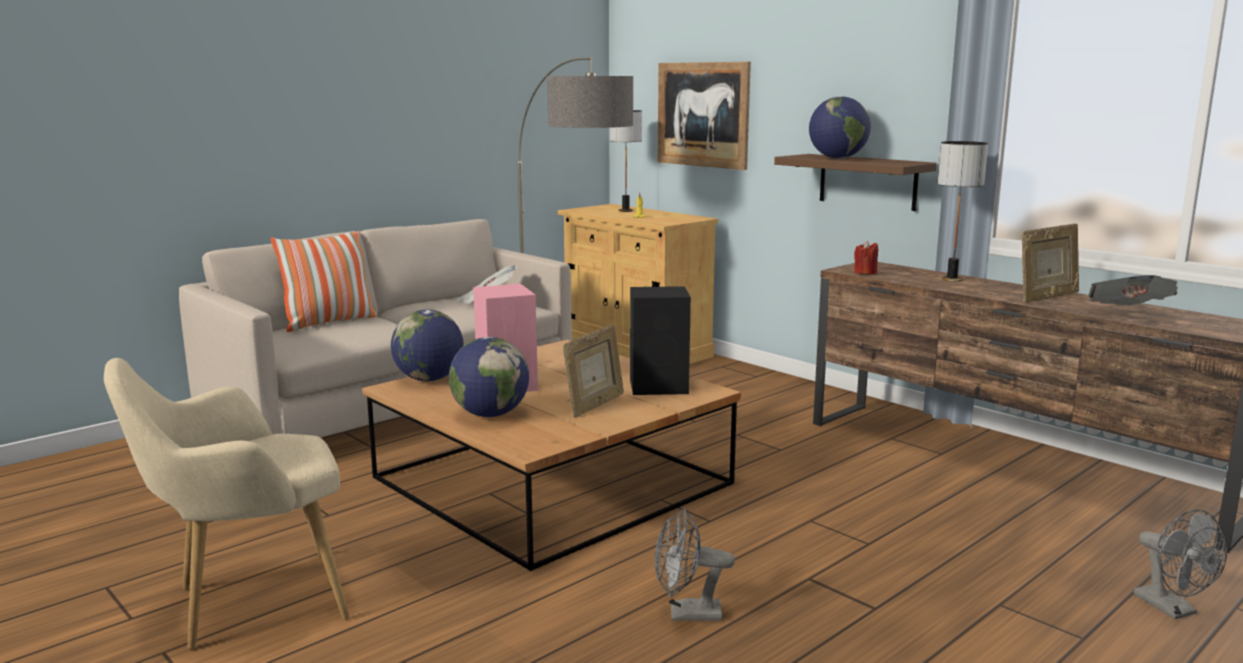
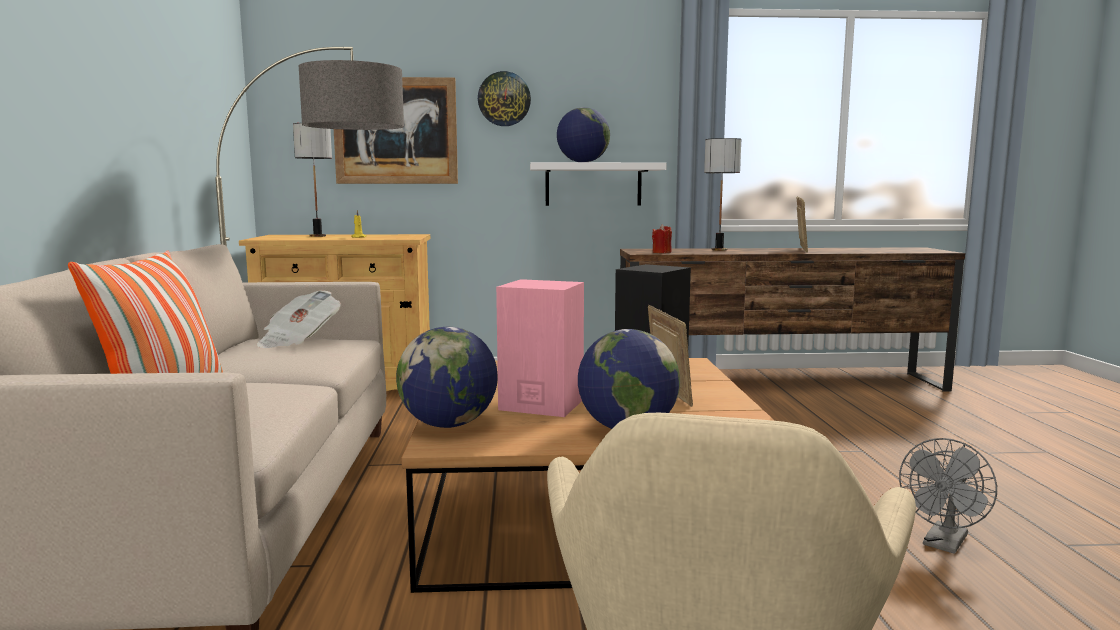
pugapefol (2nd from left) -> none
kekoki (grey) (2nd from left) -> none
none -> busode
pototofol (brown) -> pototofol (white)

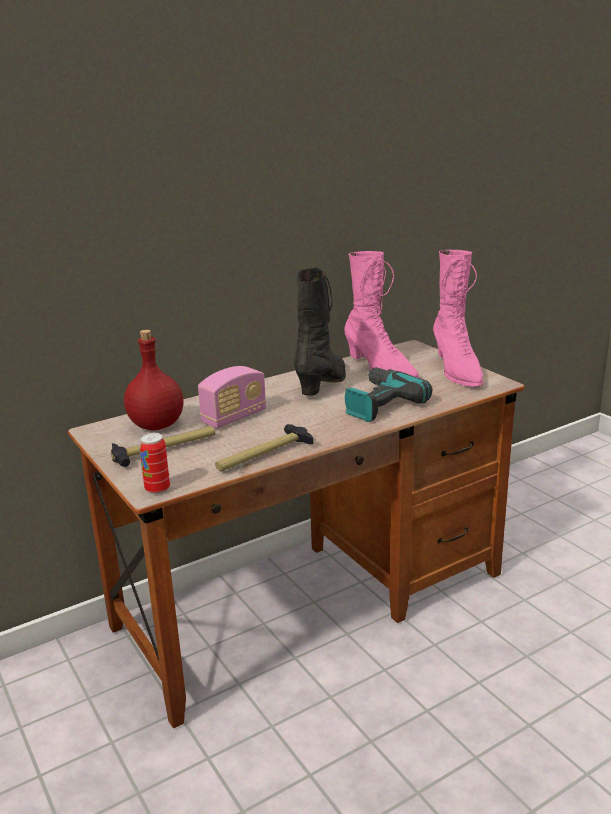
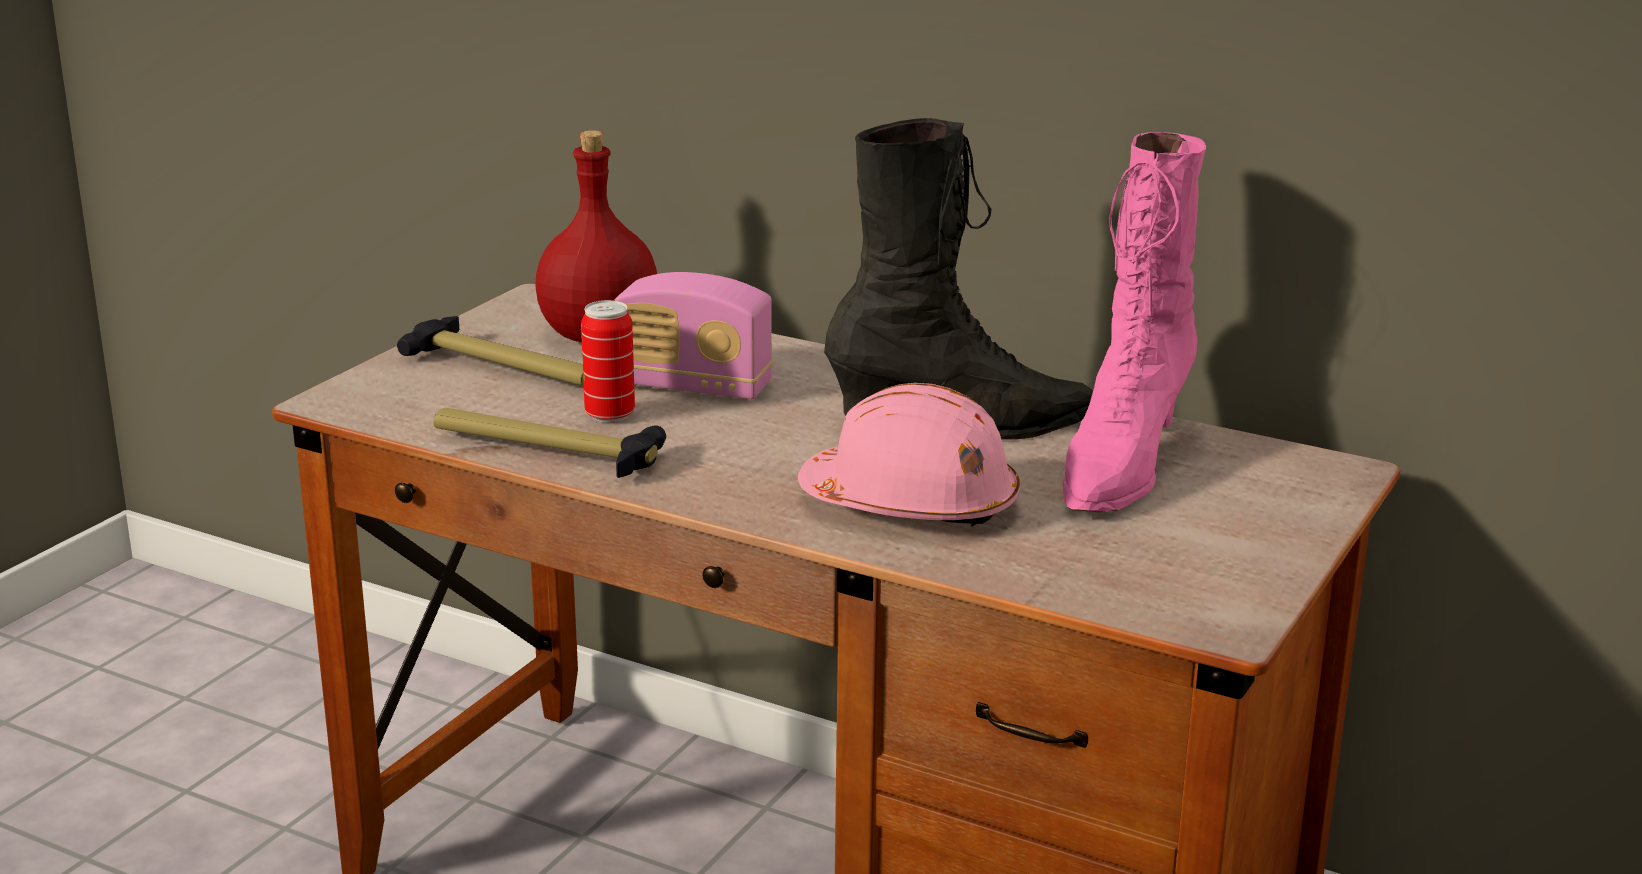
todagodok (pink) (2nd from left) -> none
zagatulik, moved
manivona -> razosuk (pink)

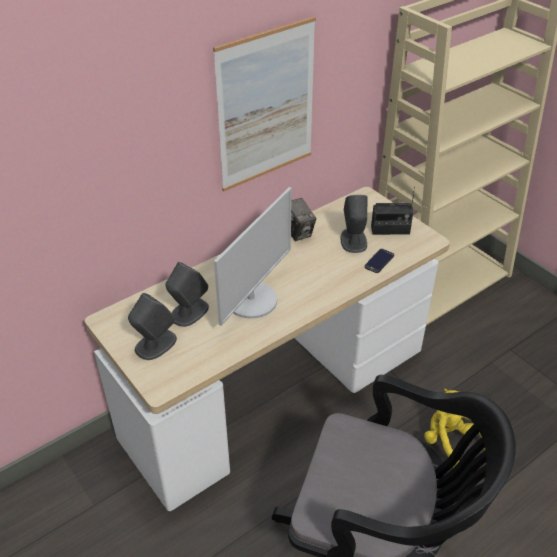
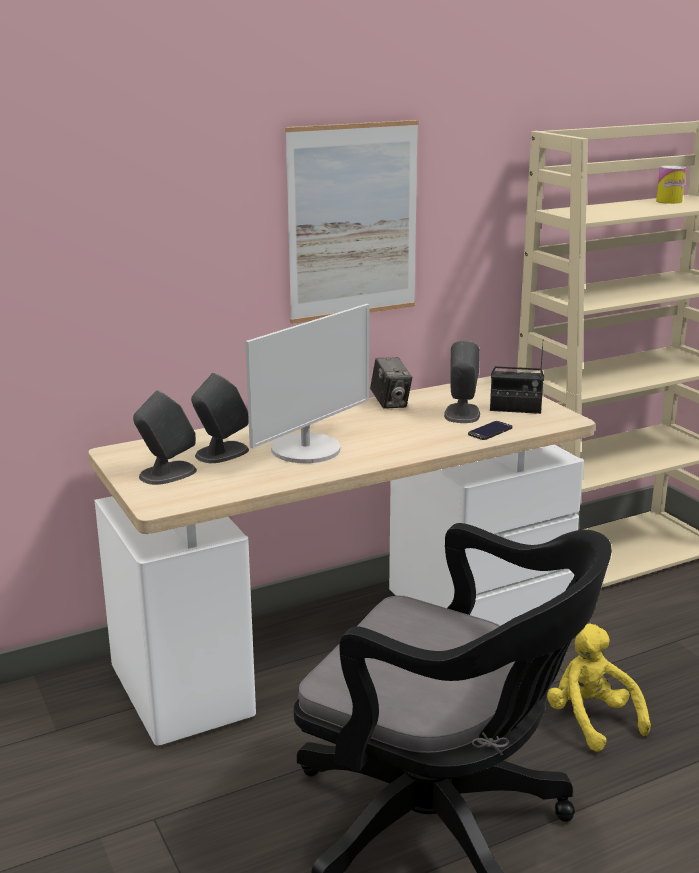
none -> zagatulik

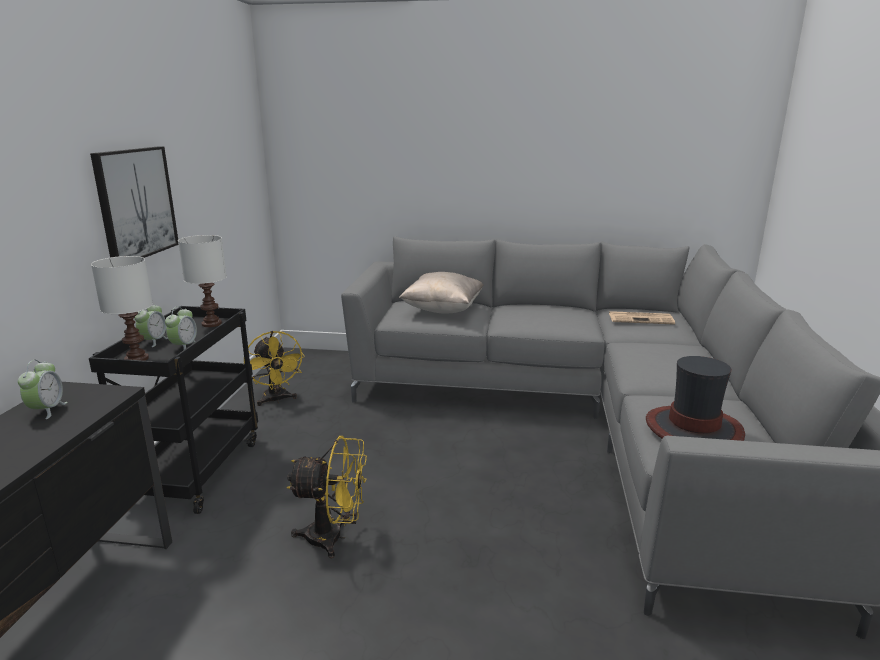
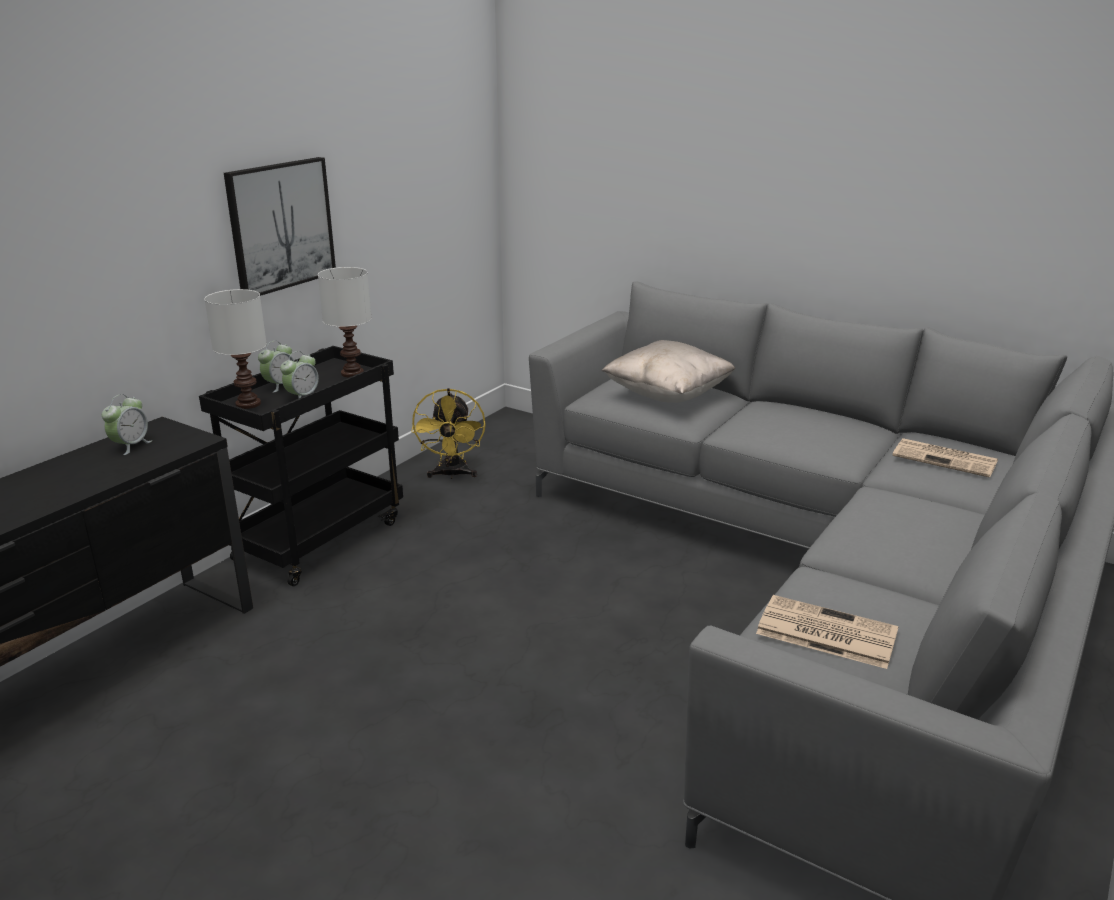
kekoki (yellow) (2nd from left) -> none
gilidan -> pugapefol (1st from left)

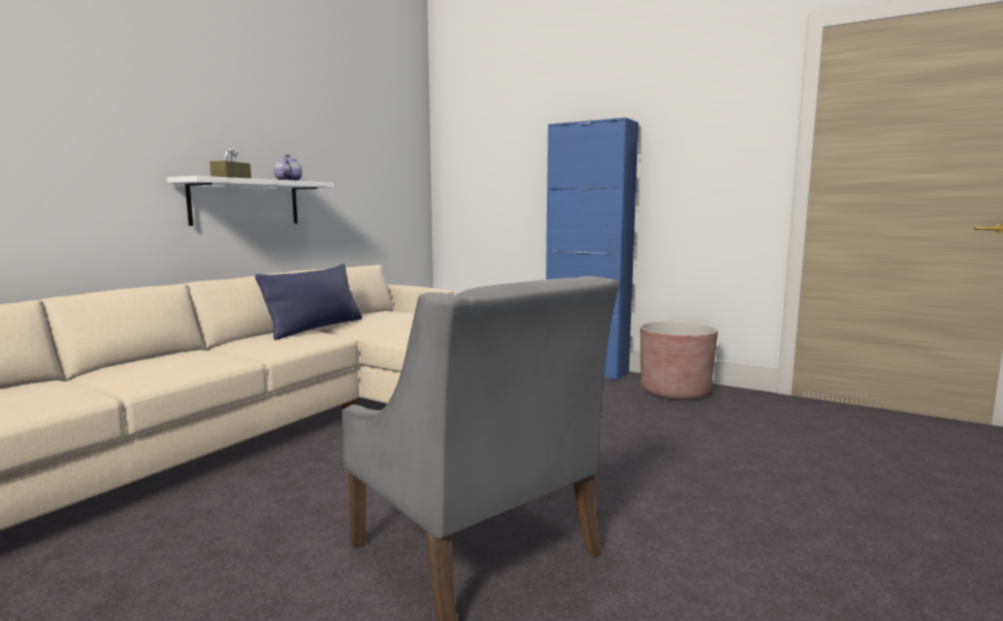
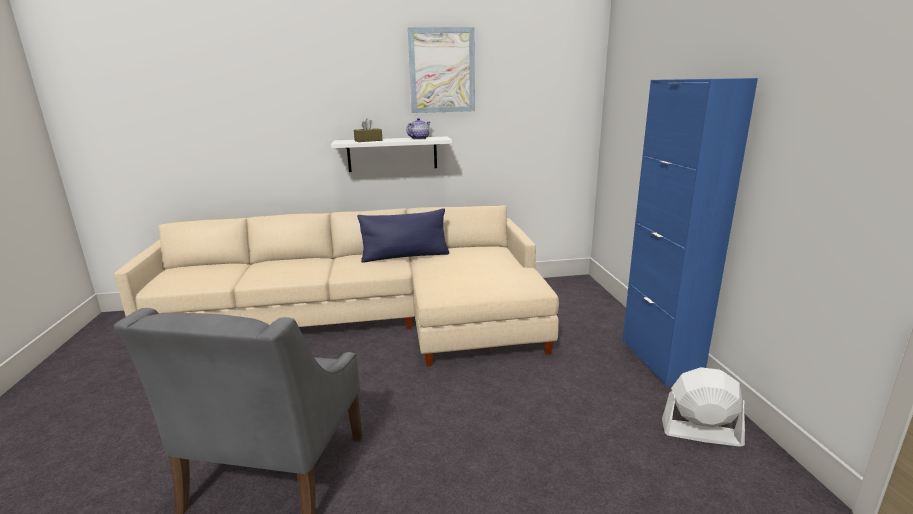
none -> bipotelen
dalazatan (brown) -> kekoki (white)

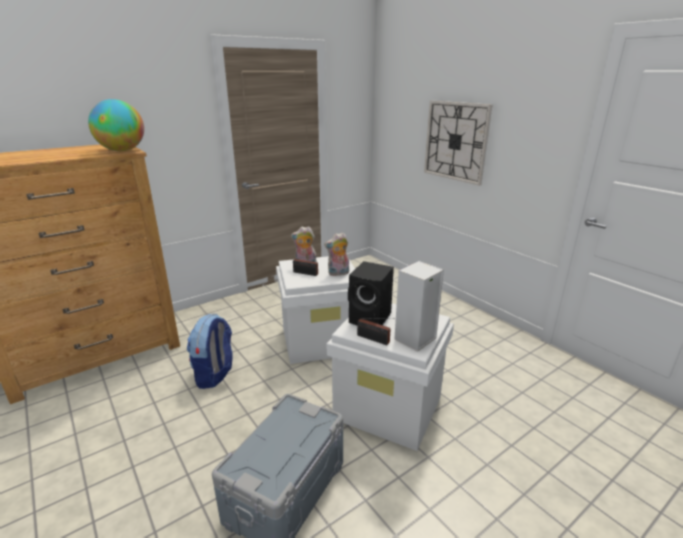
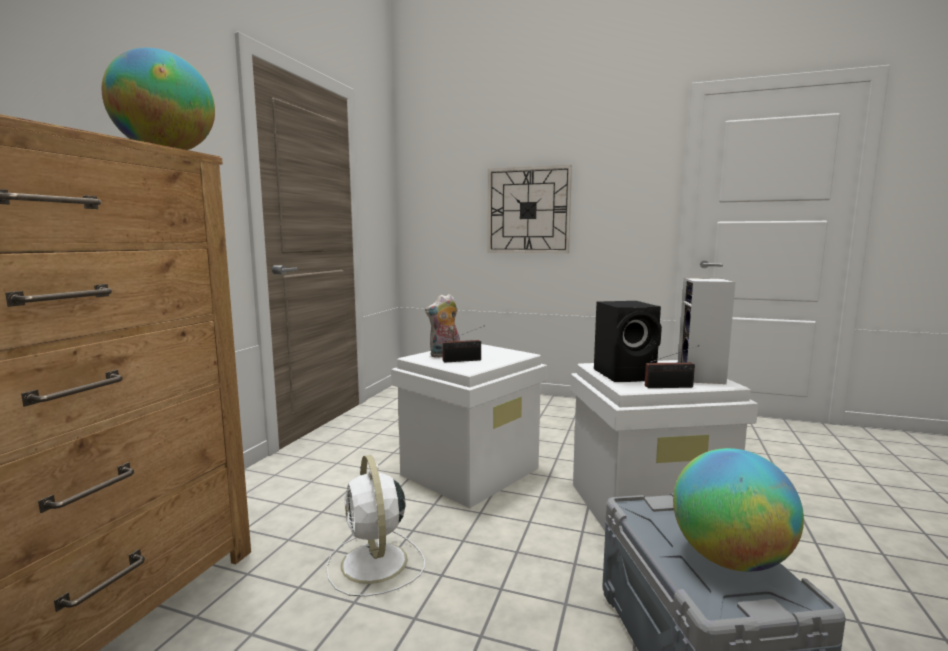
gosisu (2nd from left) -> none
none -> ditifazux (2nd from left)
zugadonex -> kekoki (white)

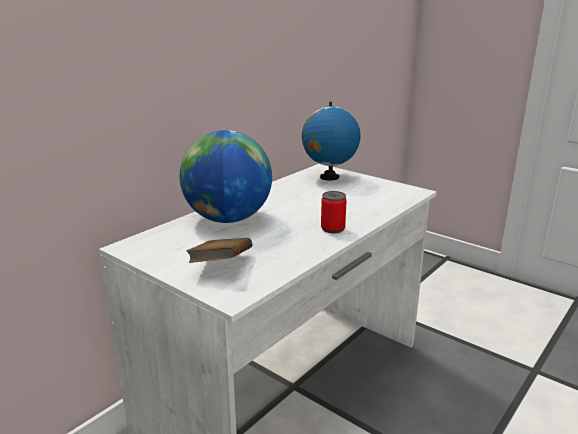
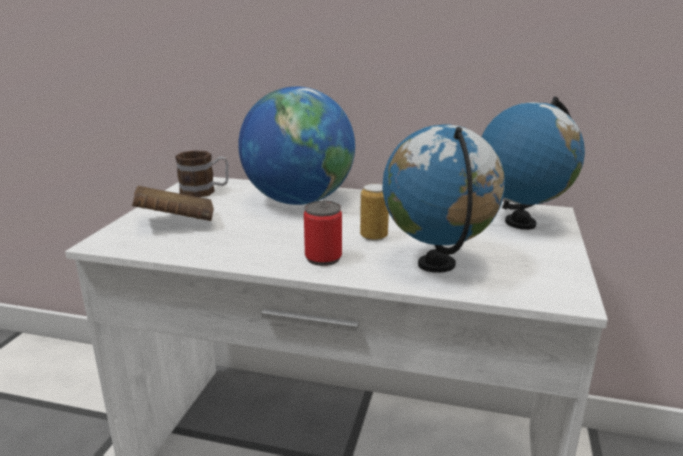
none -> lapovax
none -> zagatulik (2nd from left)
none -> ditifazux (2nd from left)

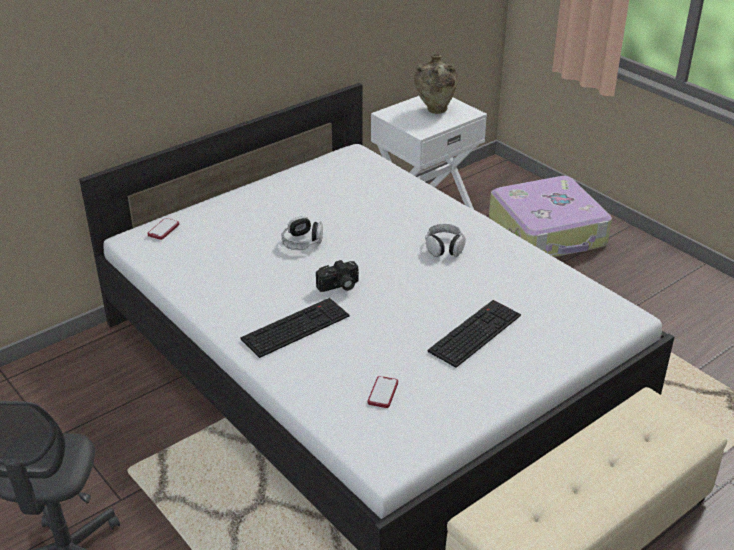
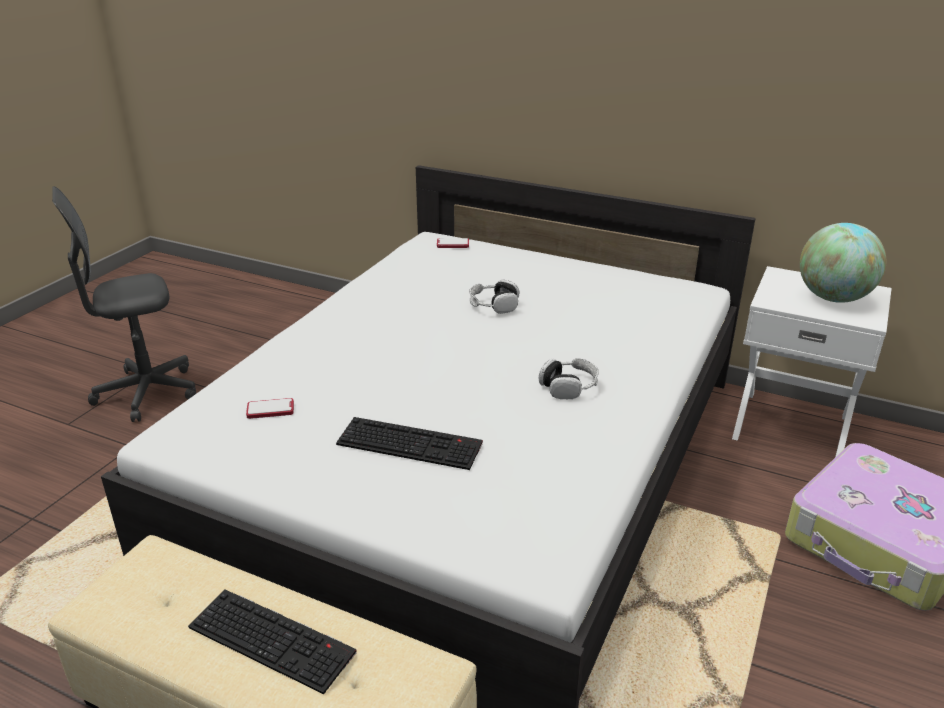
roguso -> none
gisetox (1st from left), moved
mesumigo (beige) -> ditifazux

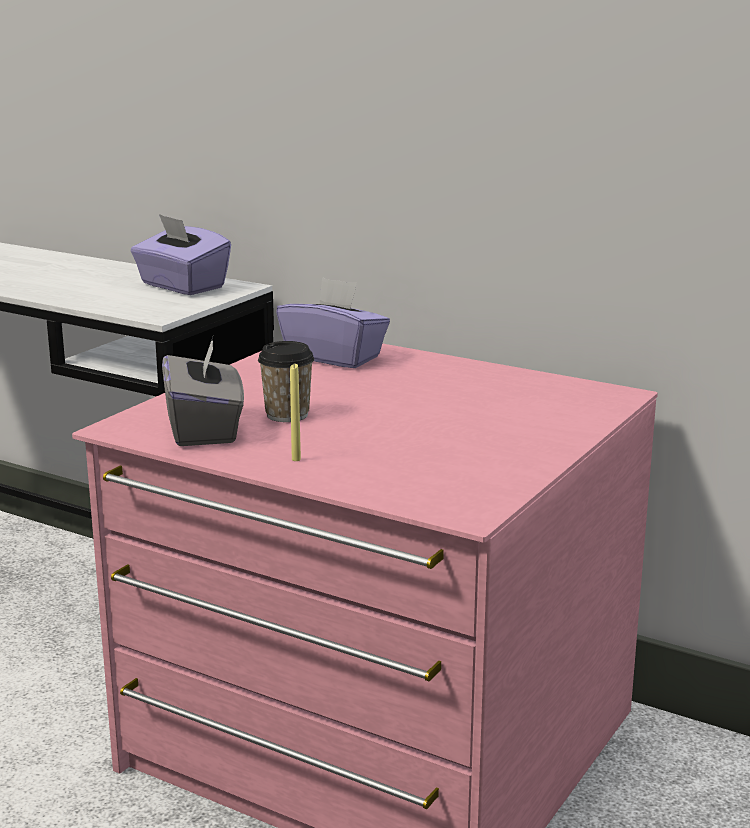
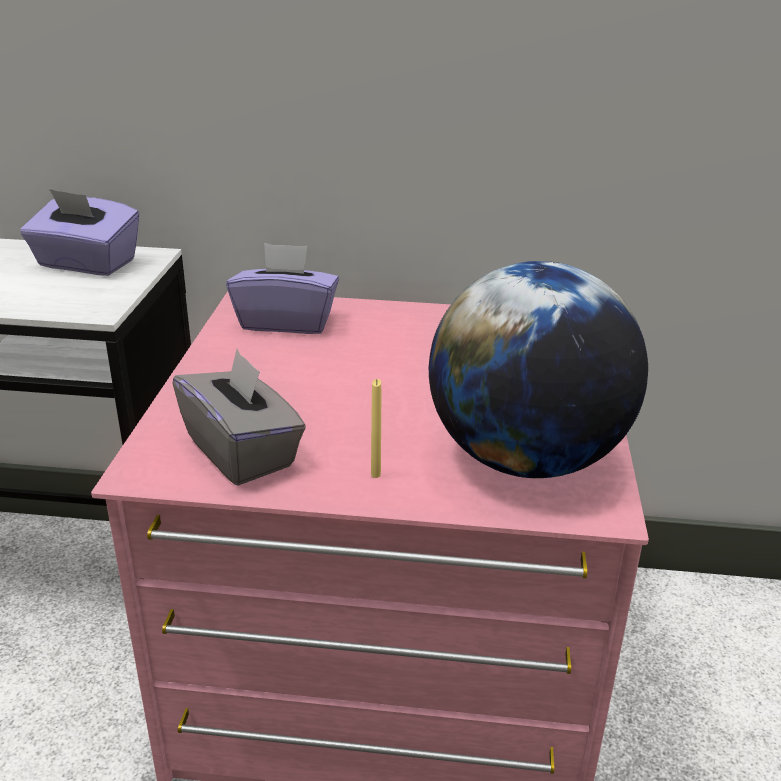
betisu -> none
none -> ditifazux

